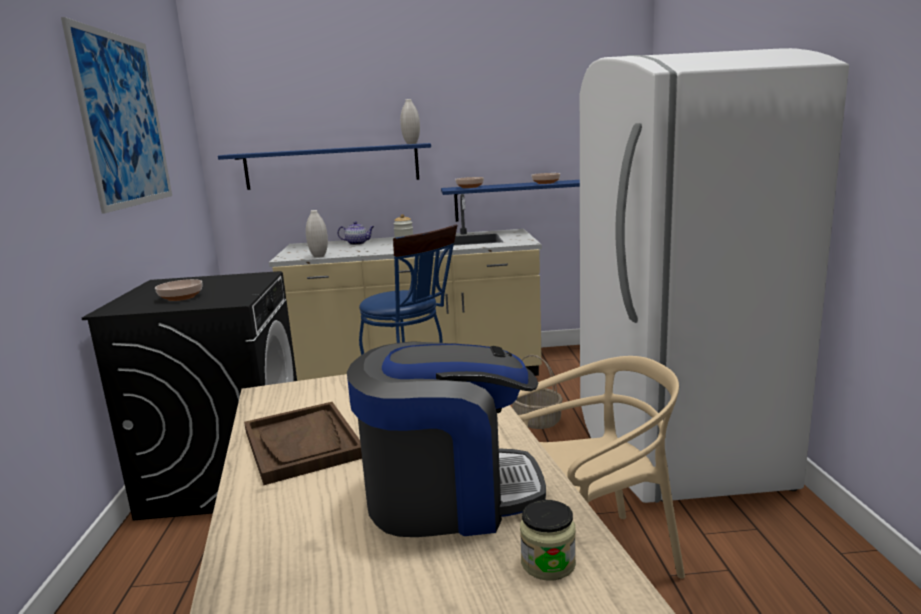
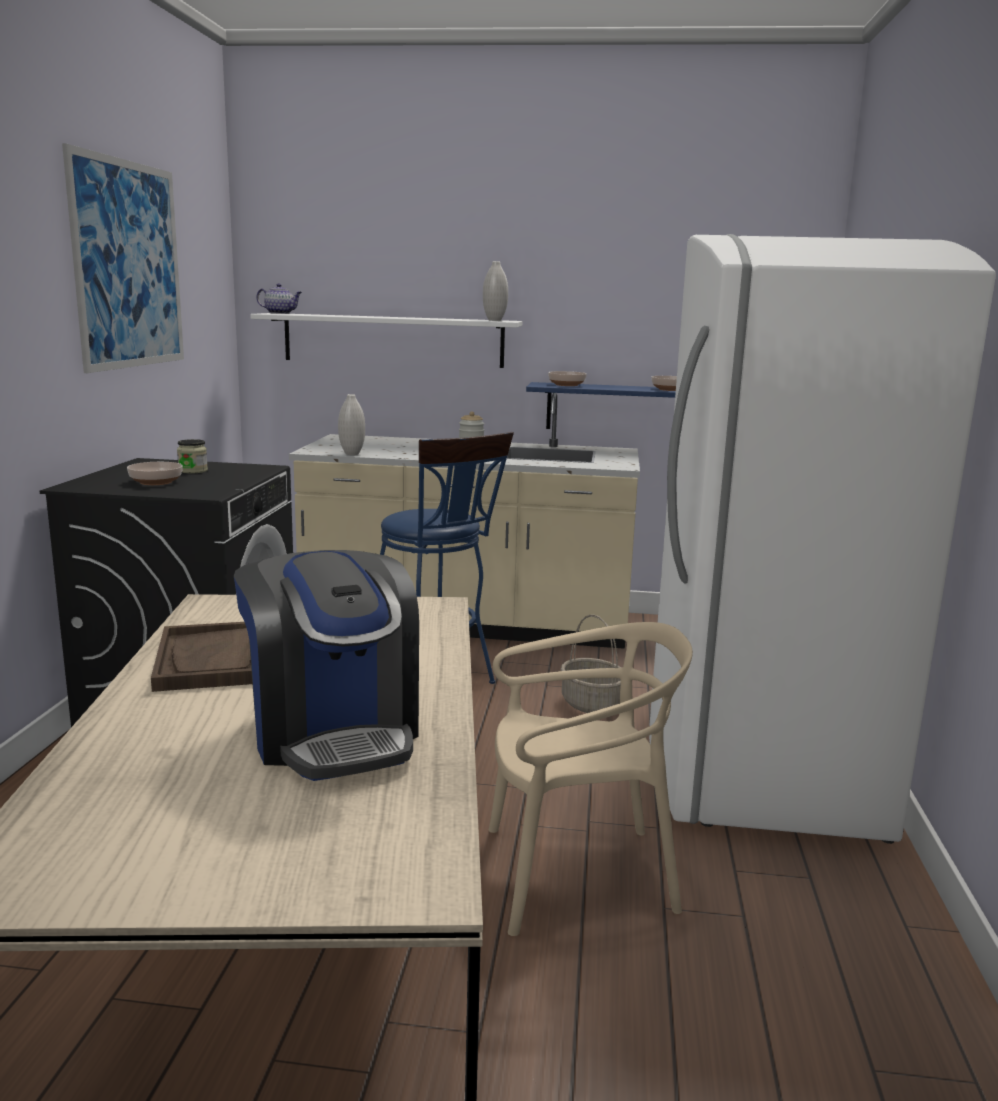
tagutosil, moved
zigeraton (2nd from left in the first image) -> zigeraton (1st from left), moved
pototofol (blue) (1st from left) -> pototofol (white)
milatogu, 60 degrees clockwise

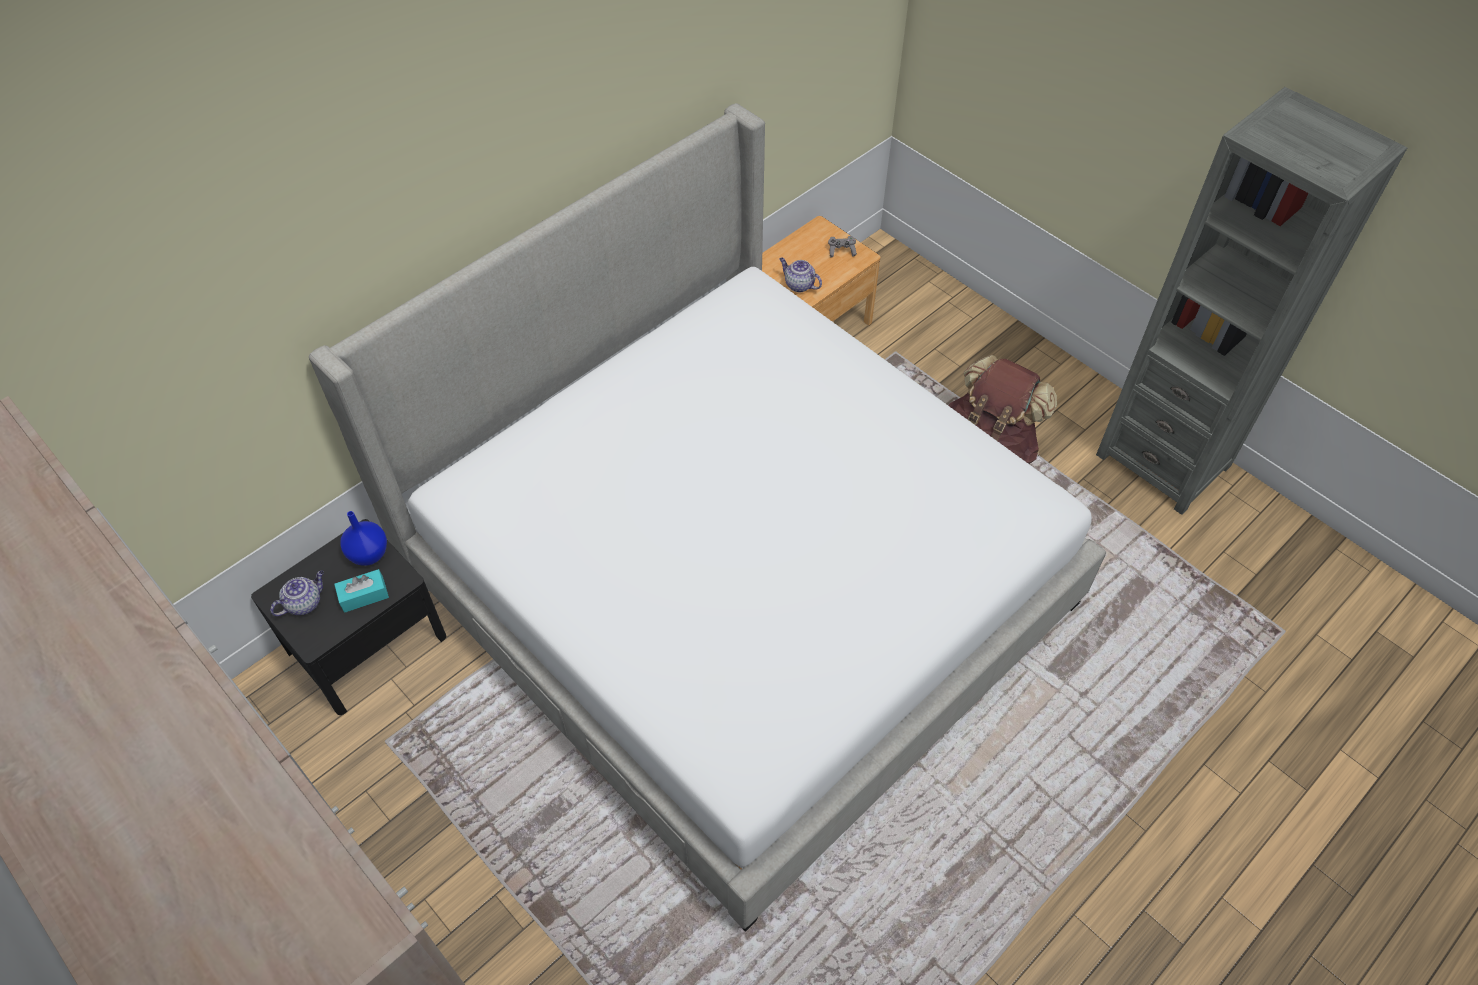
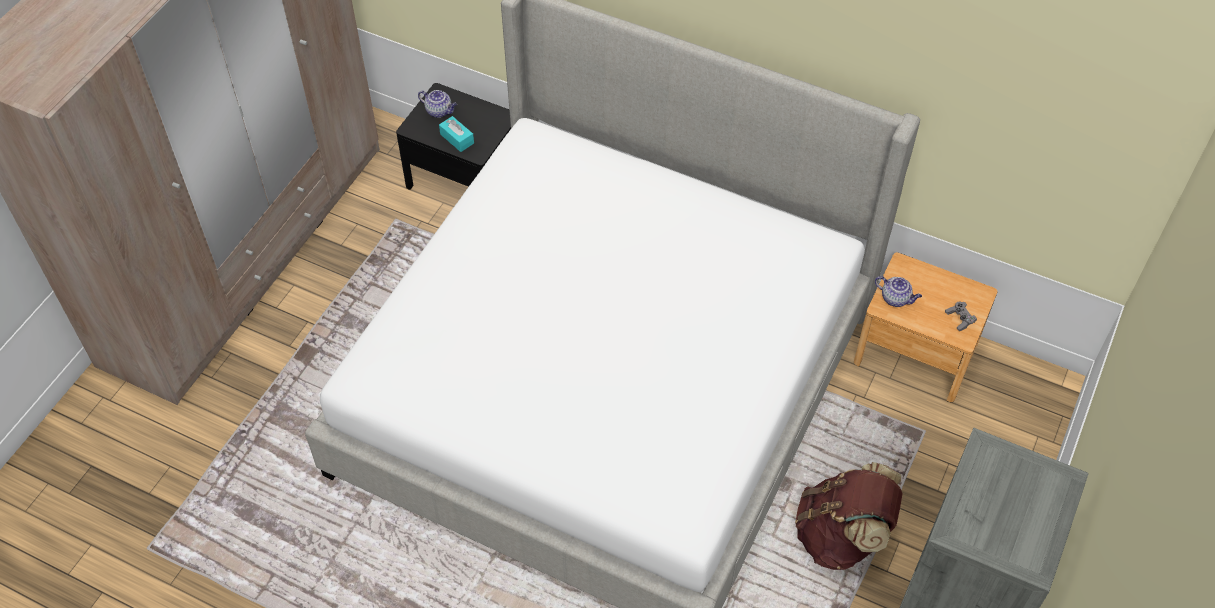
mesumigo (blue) -> none
tagutosil (2nd from left), 105 degrees clockwise

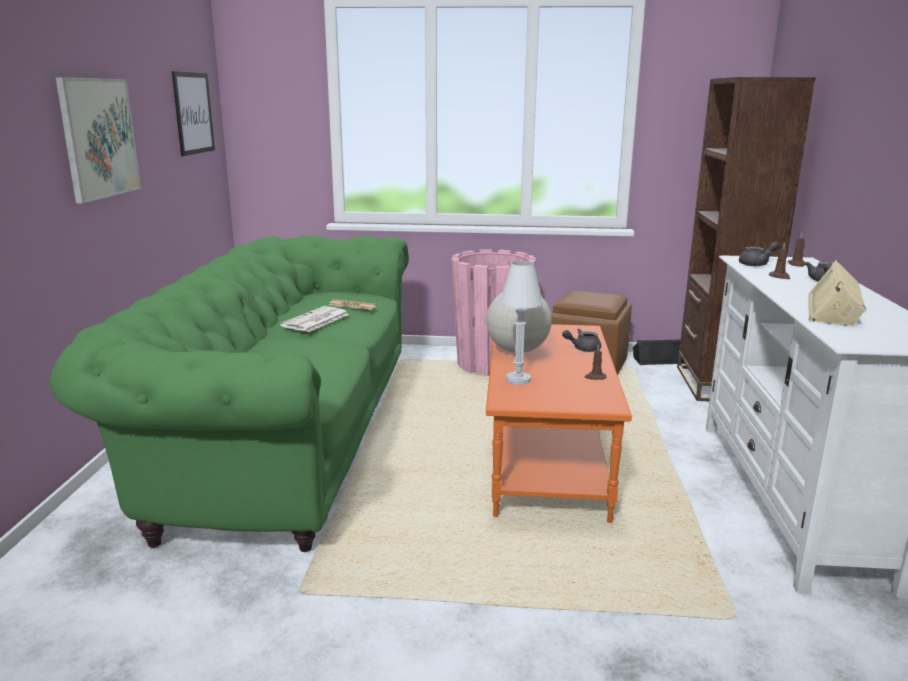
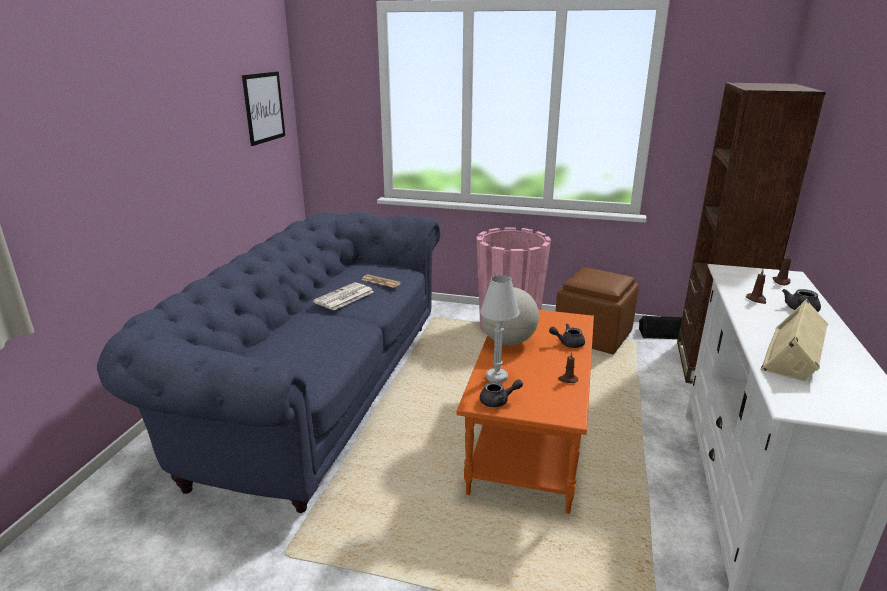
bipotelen (1st from left) -> none
tagutosil (grey) (2nd from left in the first image) -> tagutosil (grey) (1st from left), moved
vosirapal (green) -> vosirapal (blue)

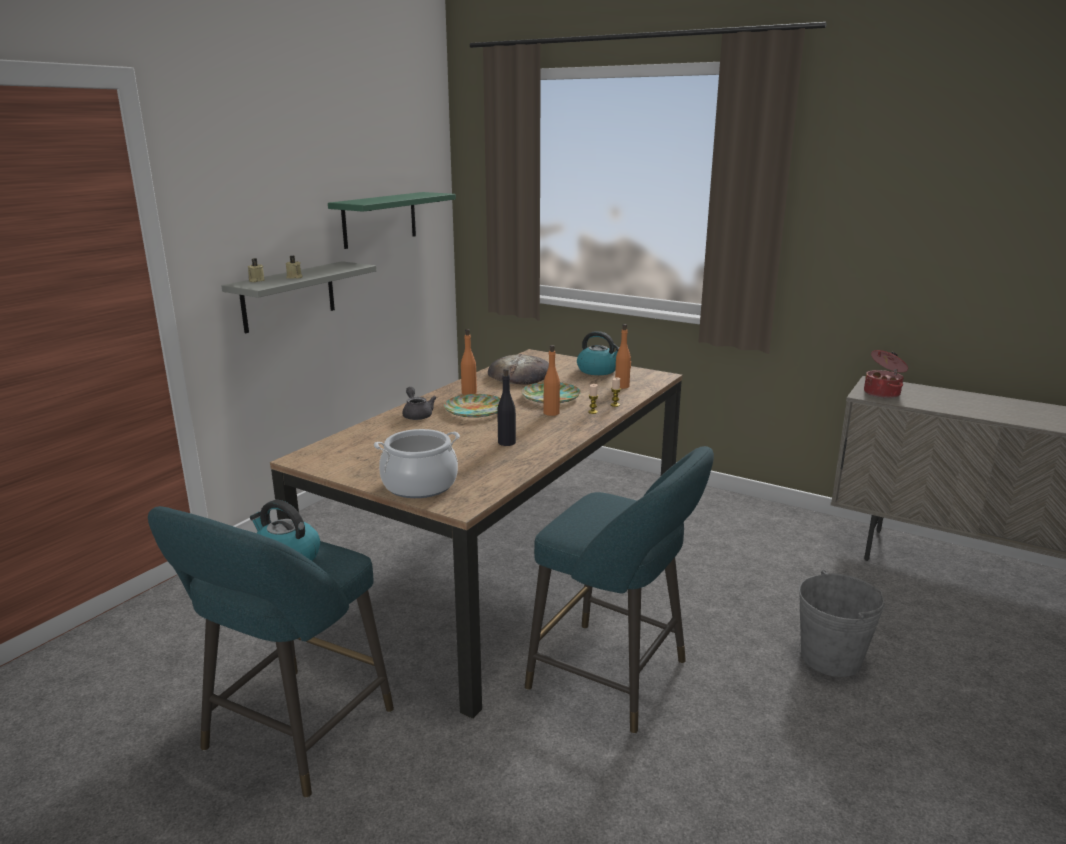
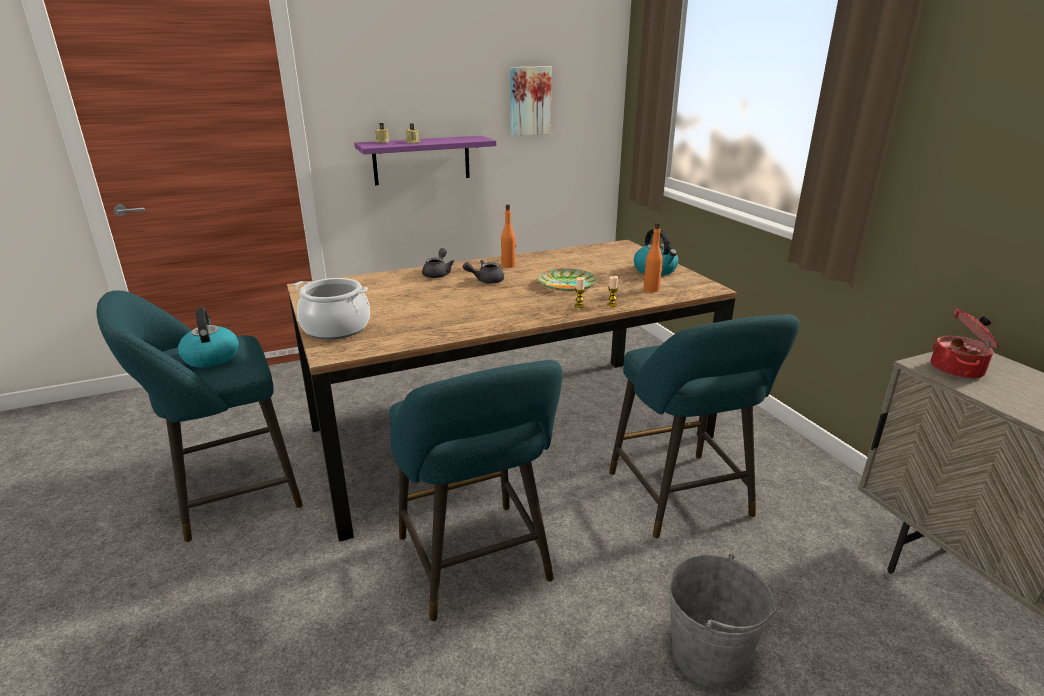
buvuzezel -> none
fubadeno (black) -> none
fubadeno (orange) (2nd from left) -> none
none -> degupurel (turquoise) (3rd from left)
pototofol (green) -> bipotelen
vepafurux (1st from left) -> tagutosil (grey) (2nd from left)
pototofol (grey) -> pototofol (purple)

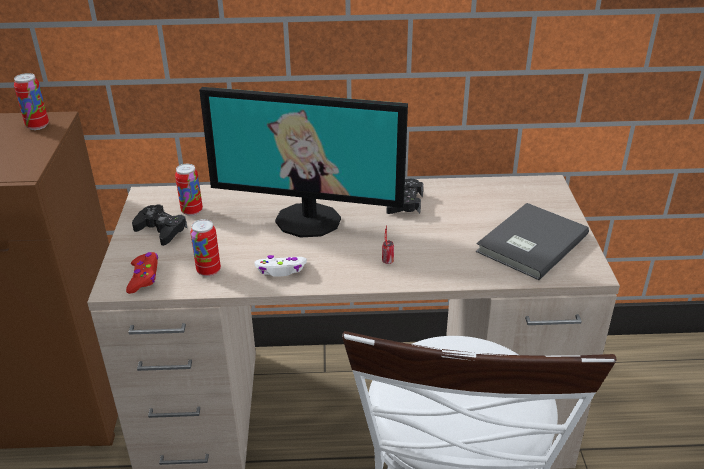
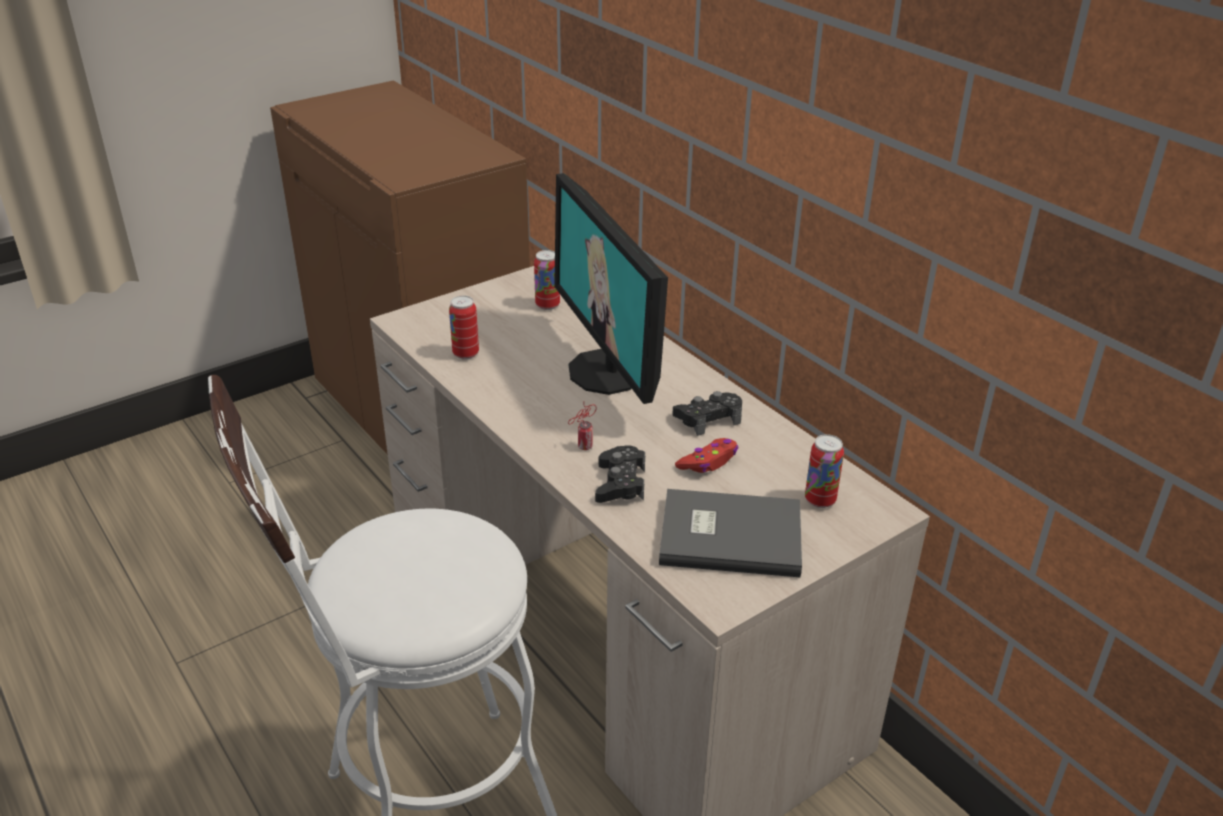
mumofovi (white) -> none
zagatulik (1st from left in the first image) -> zagatulik (4th from left), moved
mumofovi (red), moved
mumofovi (black) (1st from left), moved

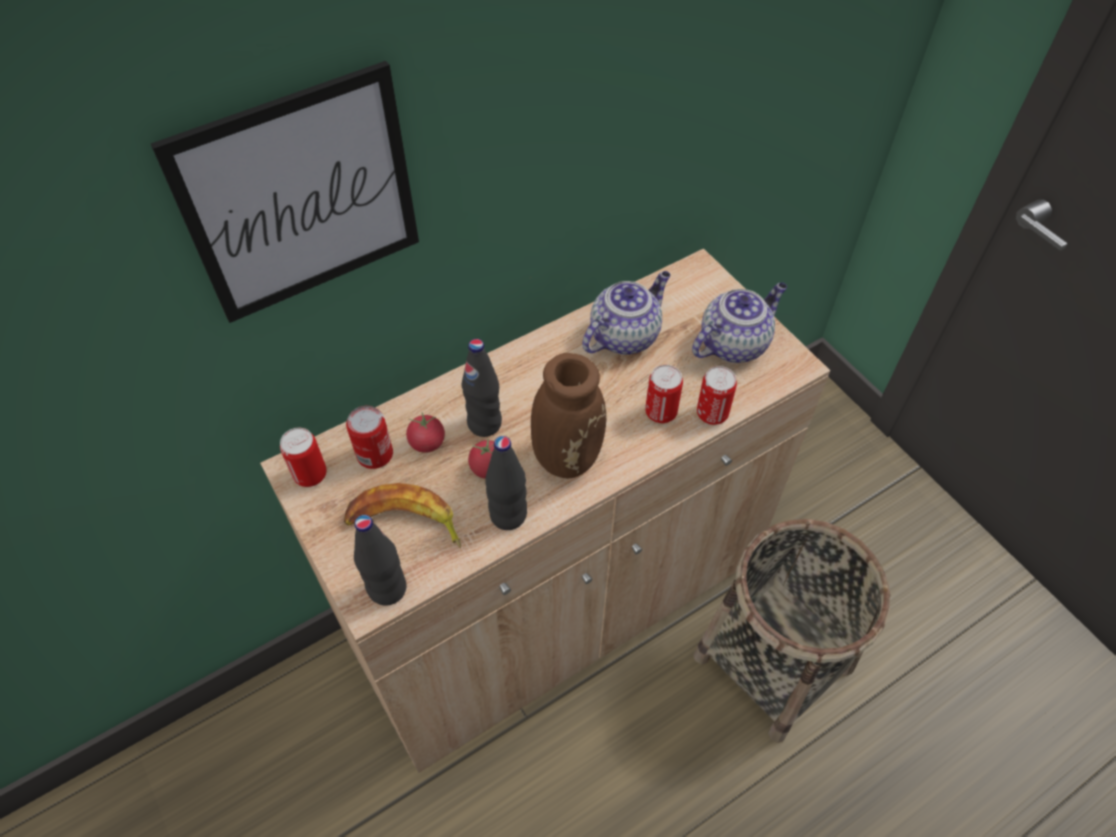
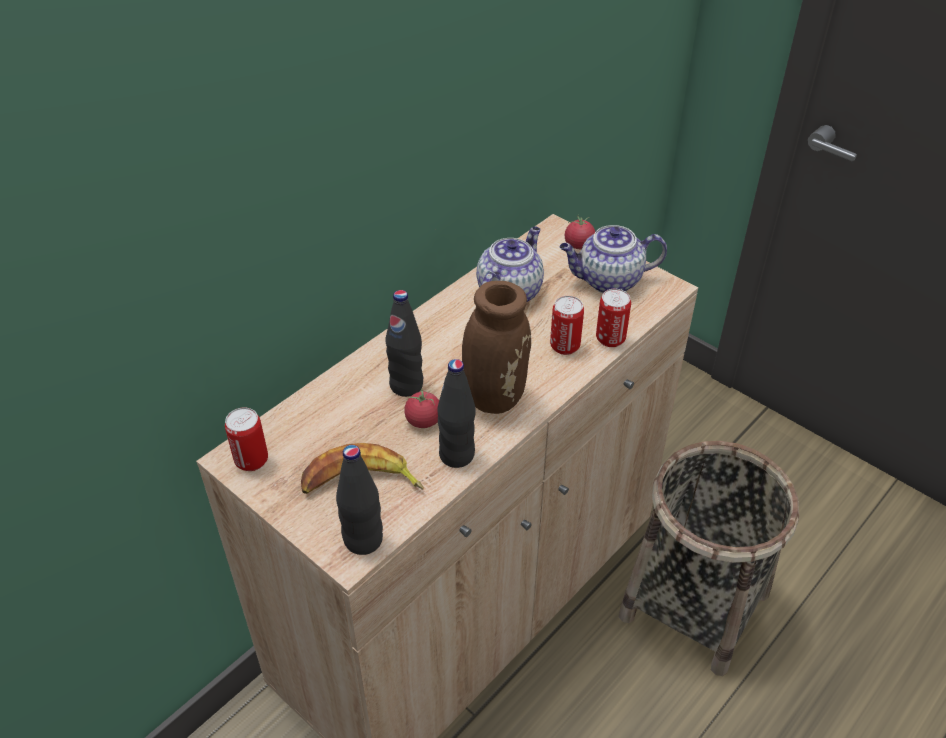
bipotelen -> none
zagatulik (2nd from left) -> none
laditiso (1st from left in the first image) -> laditiso (2nd from left), moved
tagutosil (2nd from left), 135 degrees counterclockwise

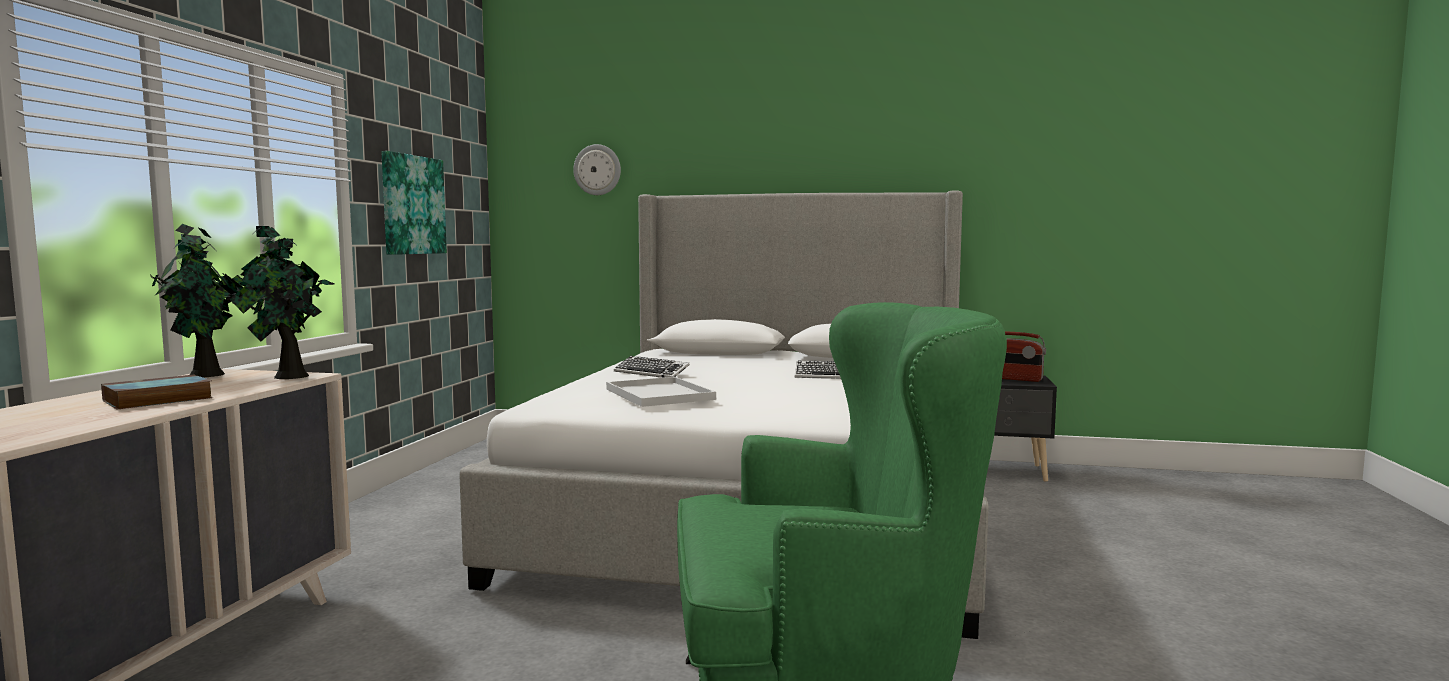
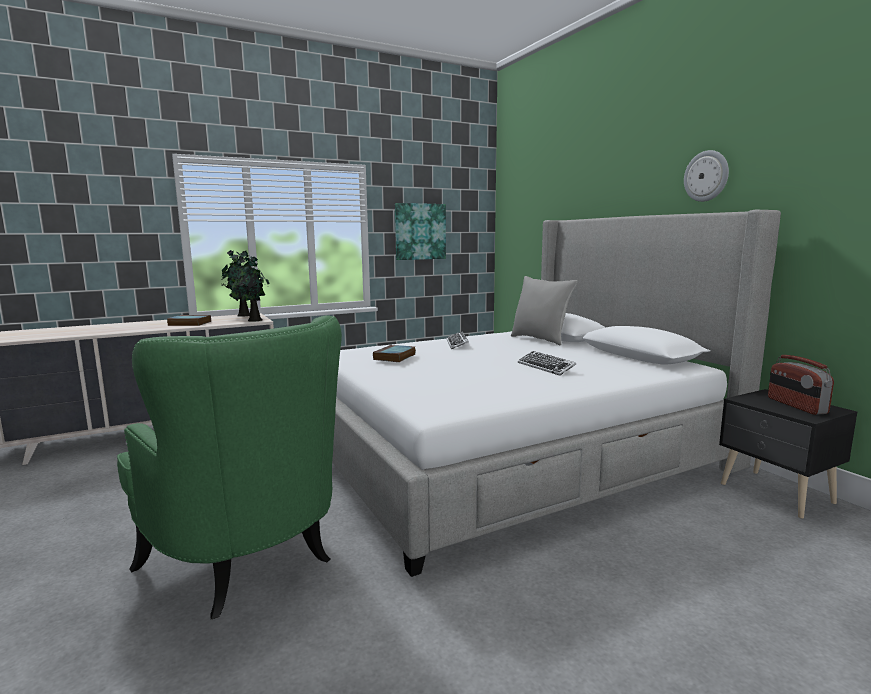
none -> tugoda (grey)
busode, moved
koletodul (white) -> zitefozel (2nd from left)

